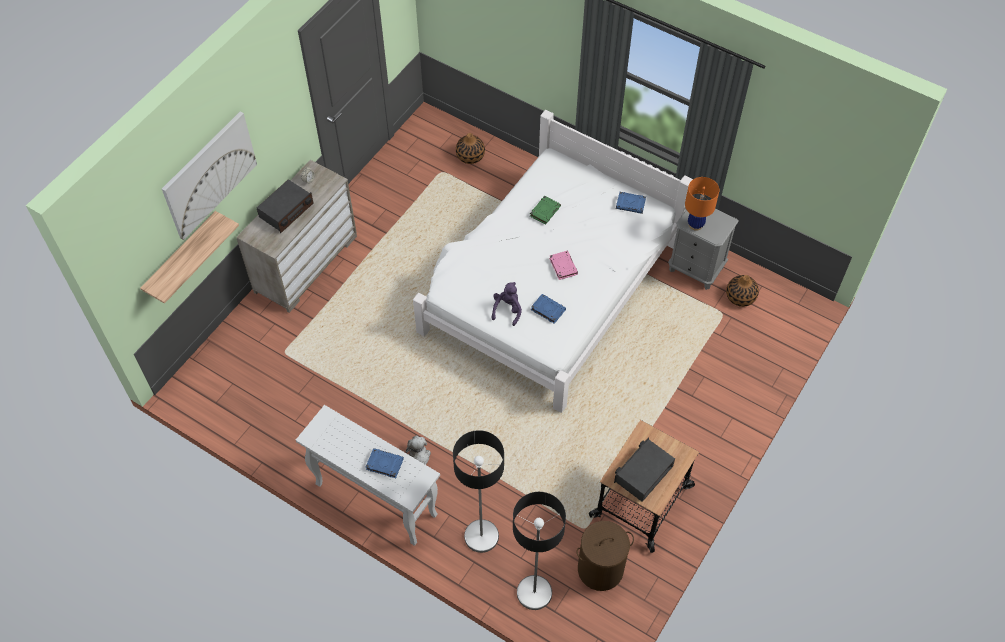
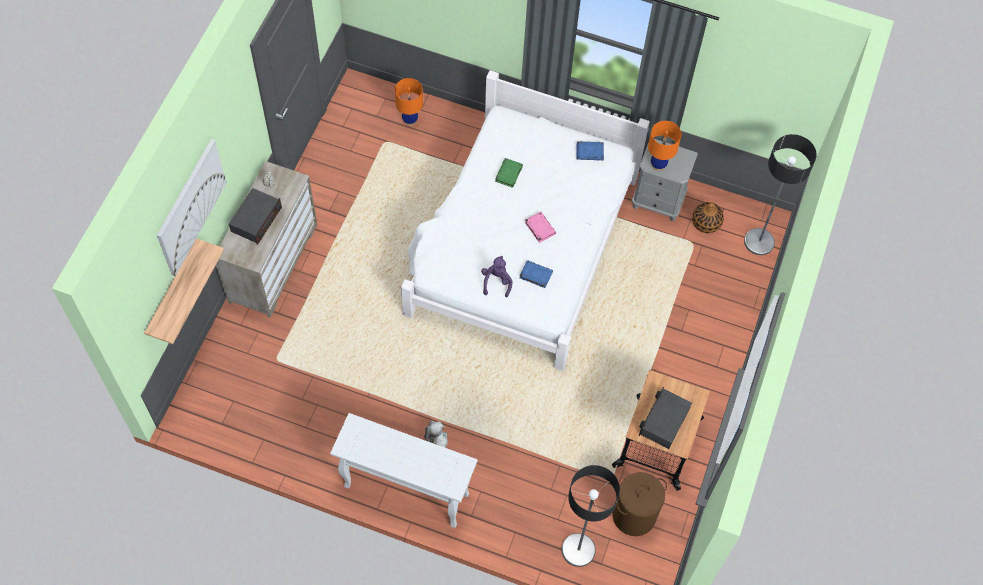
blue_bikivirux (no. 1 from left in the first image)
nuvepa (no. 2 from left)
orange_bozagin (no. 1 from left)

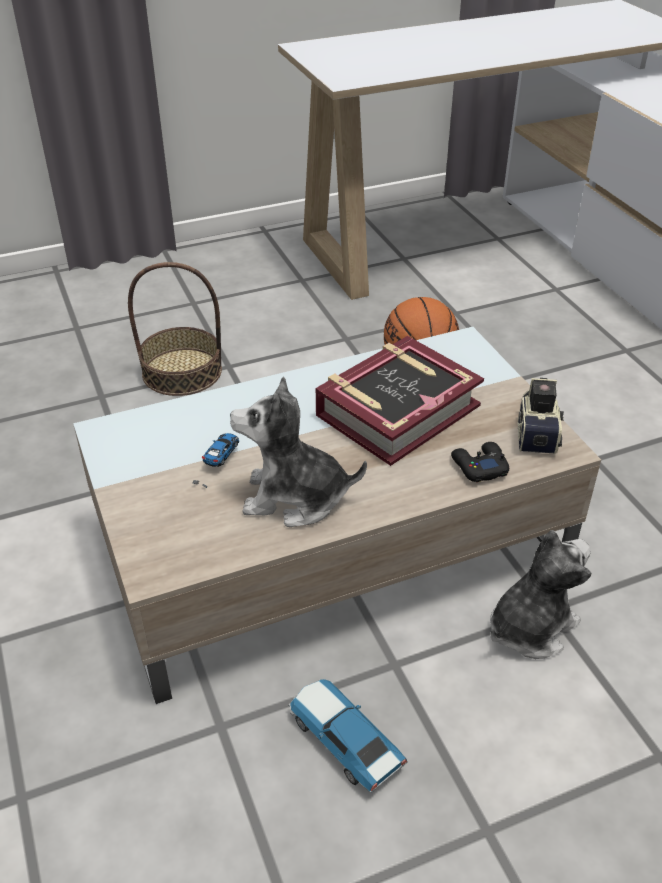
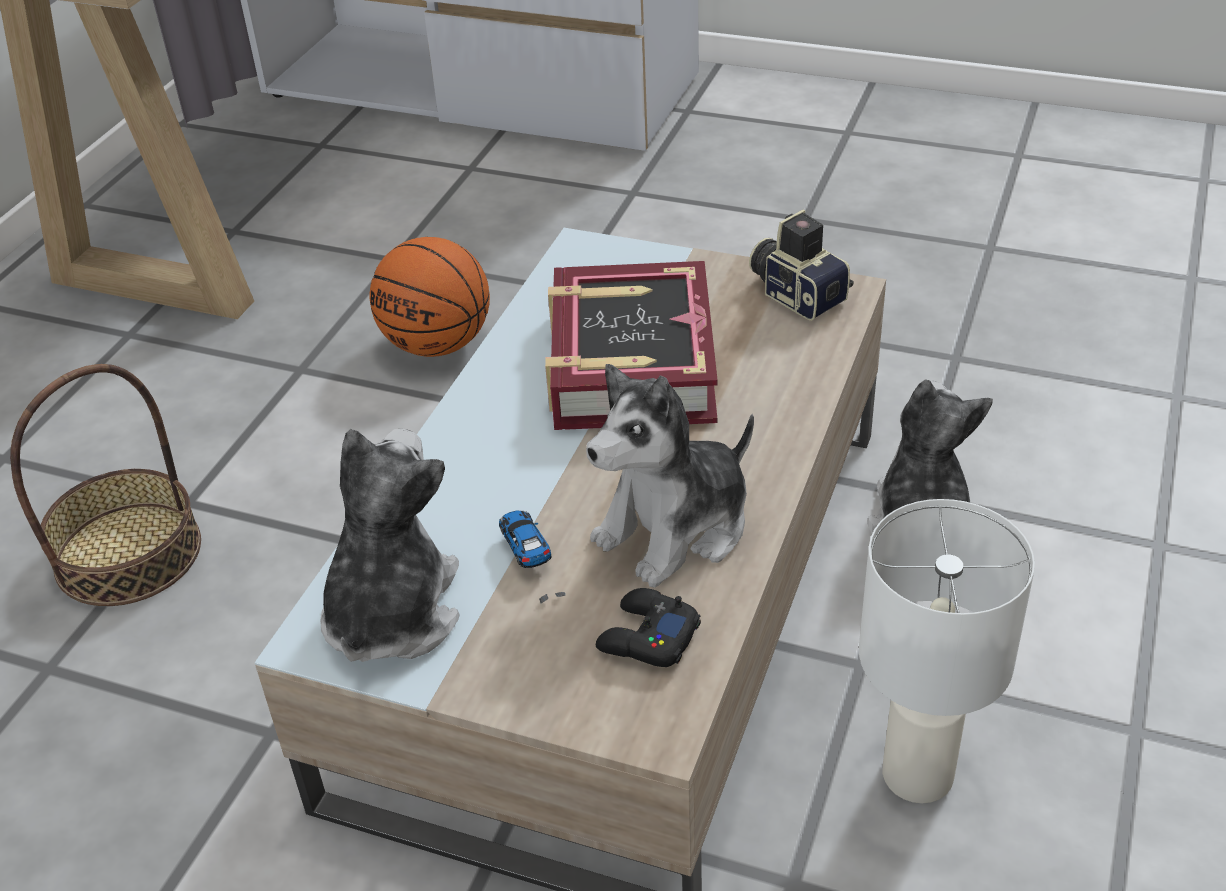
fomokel (no. 1 from left)
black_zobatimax
white_bozagin

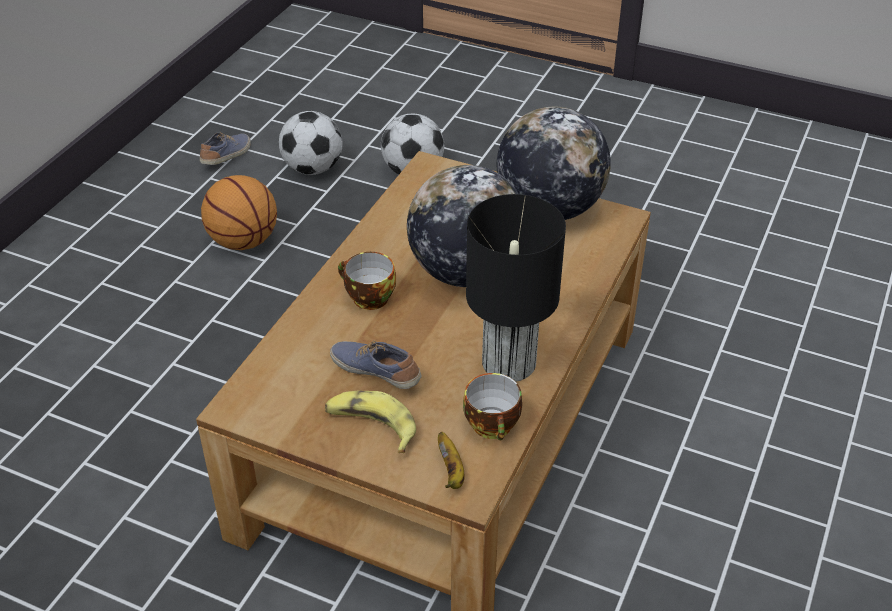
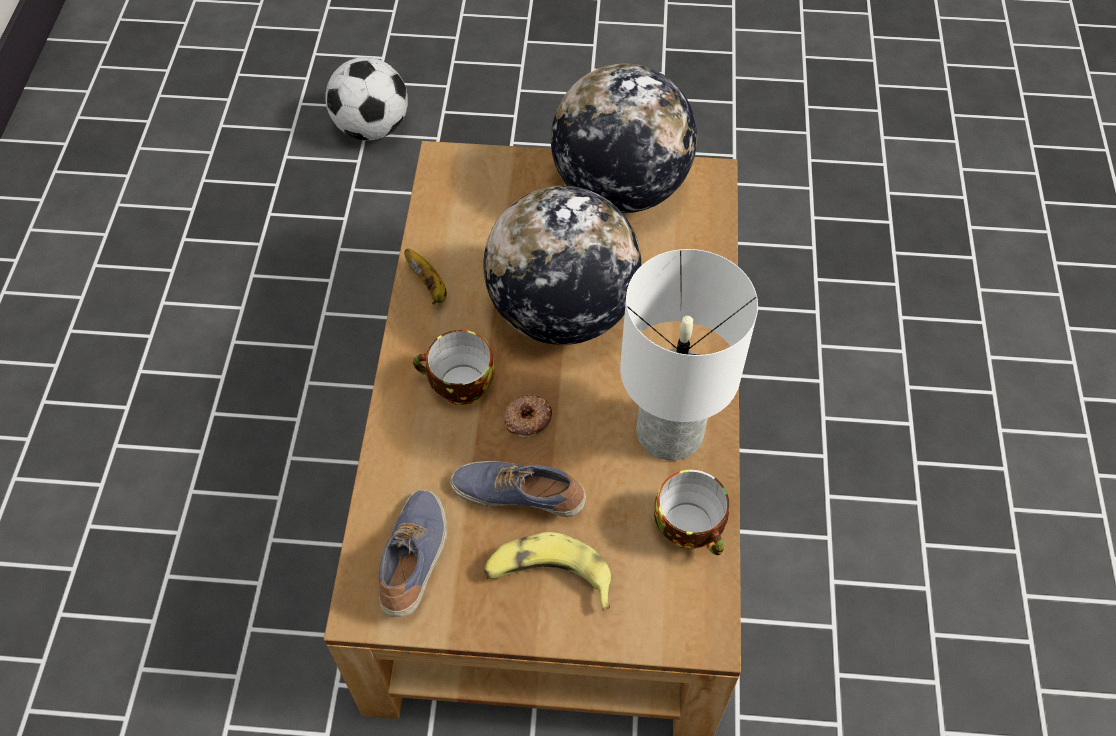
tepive
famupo (no. 1 from left in the first image)
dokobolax
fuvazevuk (no. 1 from left)
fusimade (no. 1 from left)
white_bozagin

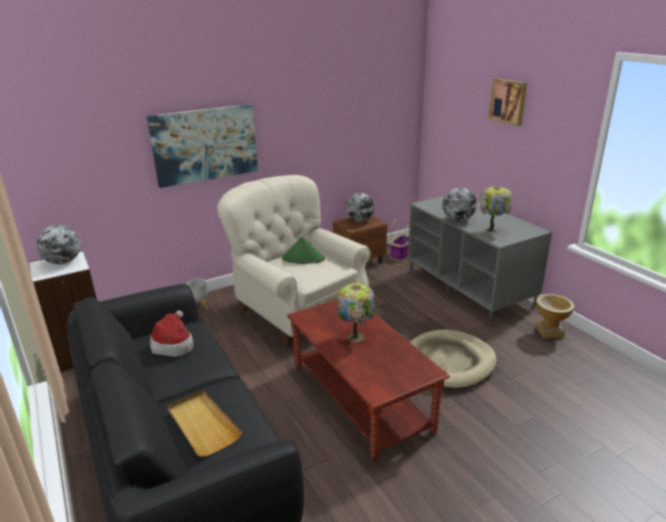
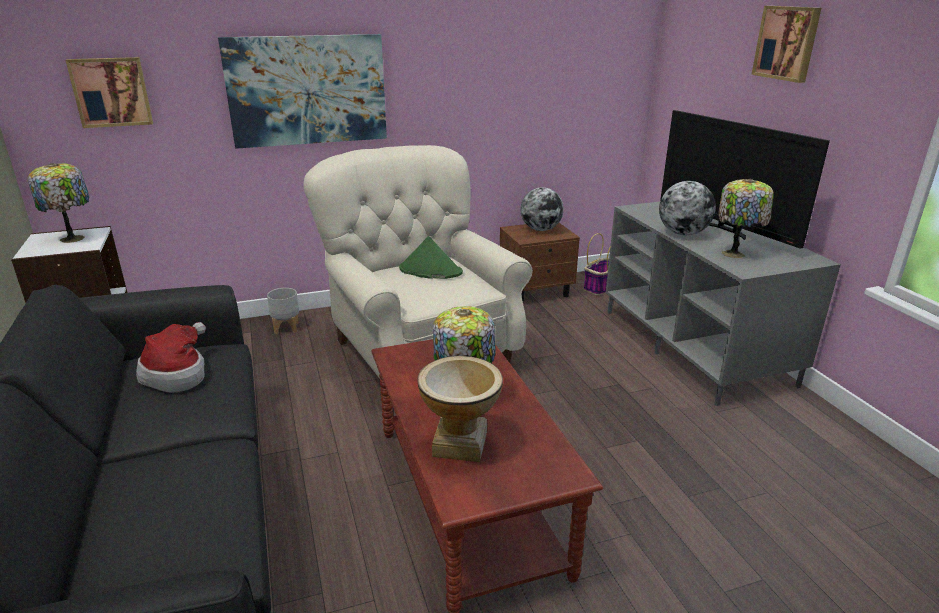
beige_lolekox
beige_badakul
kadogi (no. 1 from left)
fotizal
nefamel
bozagin (no. 1 from left)

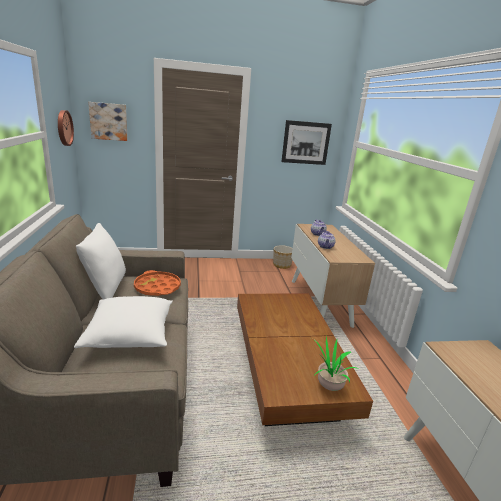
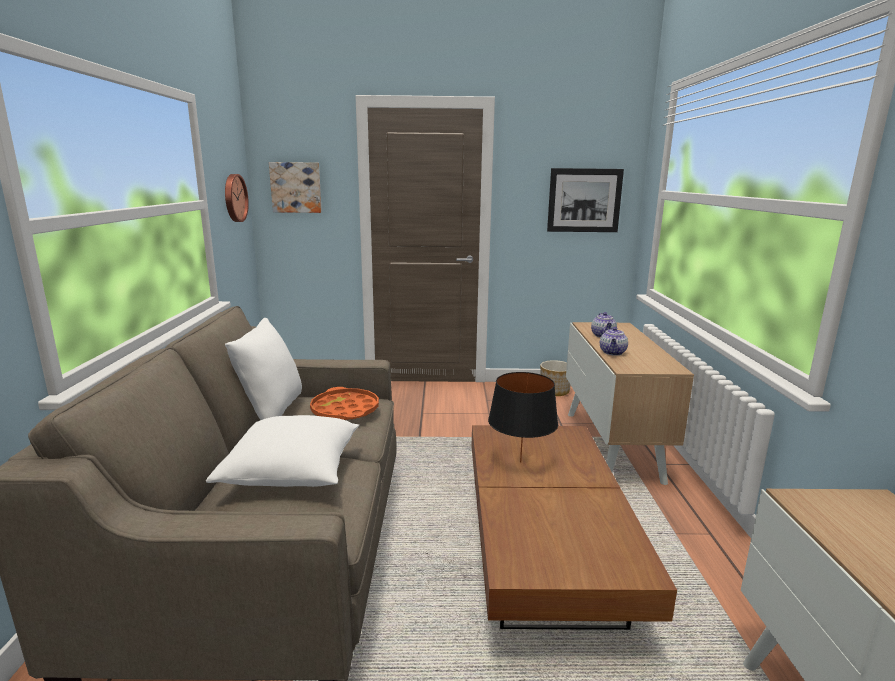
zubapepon
black_bozagin

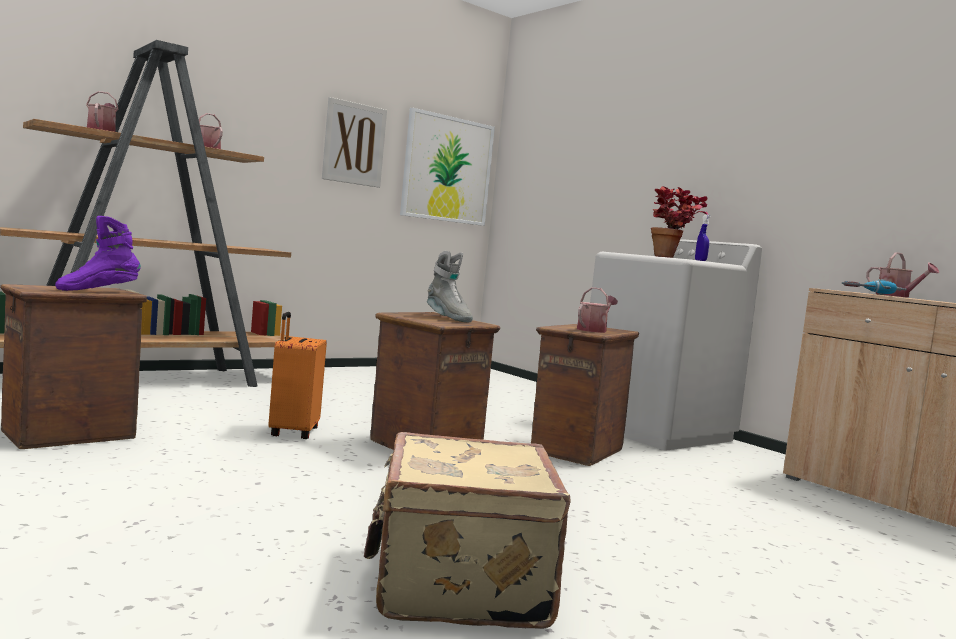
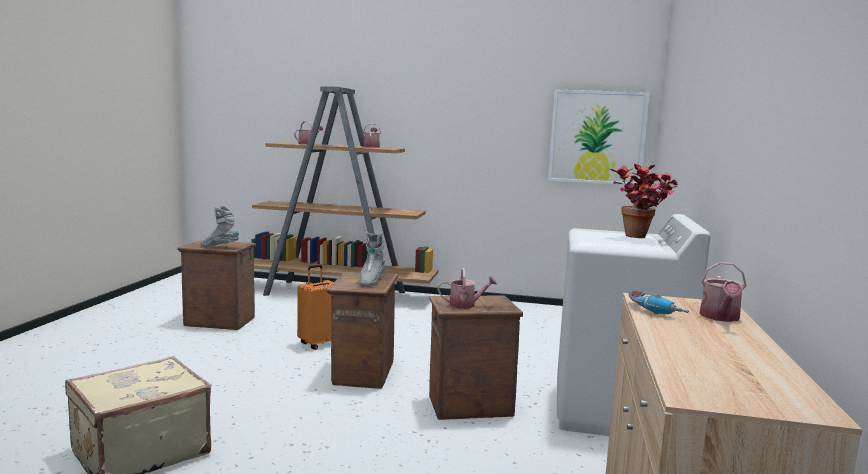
kadogi (no. 1 from left in the first image)
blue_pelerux
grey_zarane (no. 1 from left)

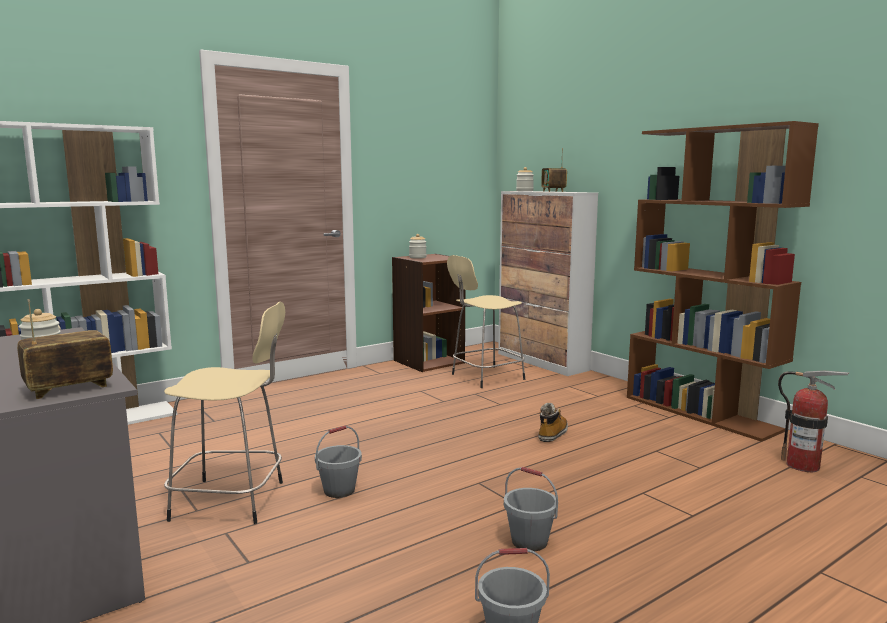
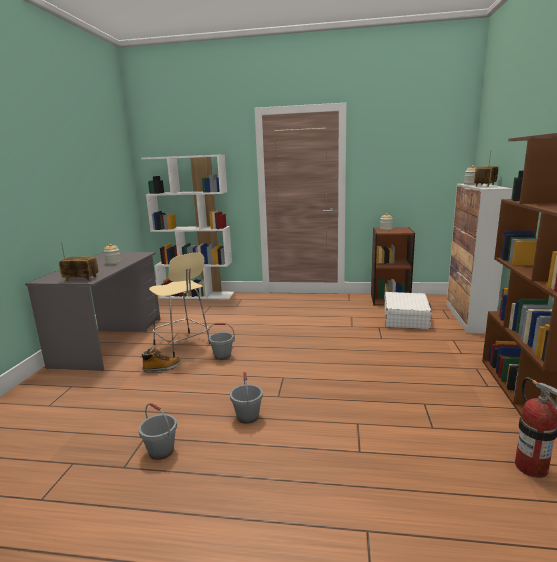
zarane
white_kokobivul

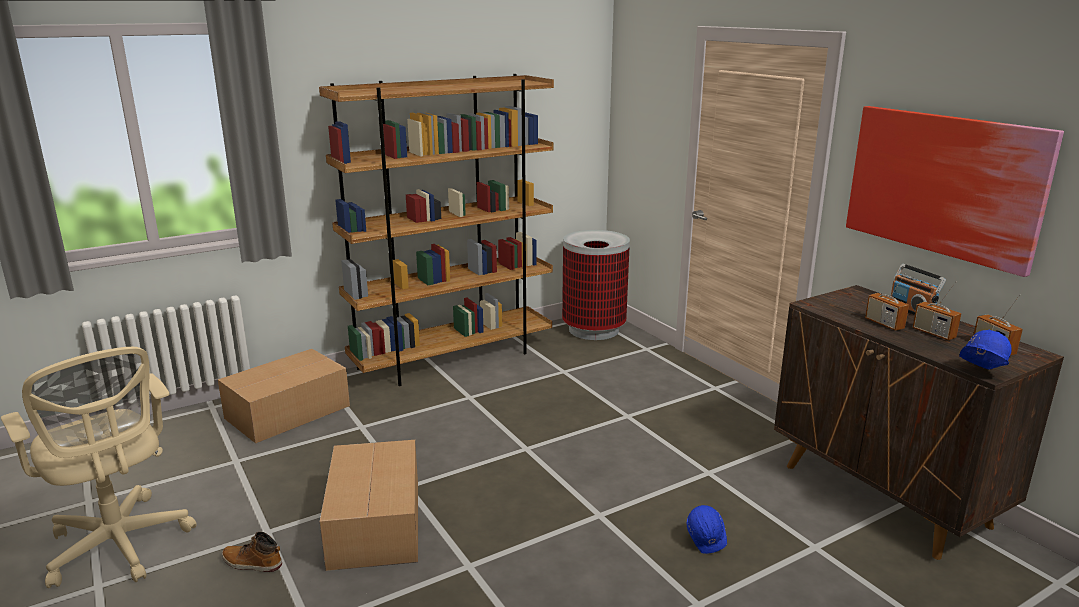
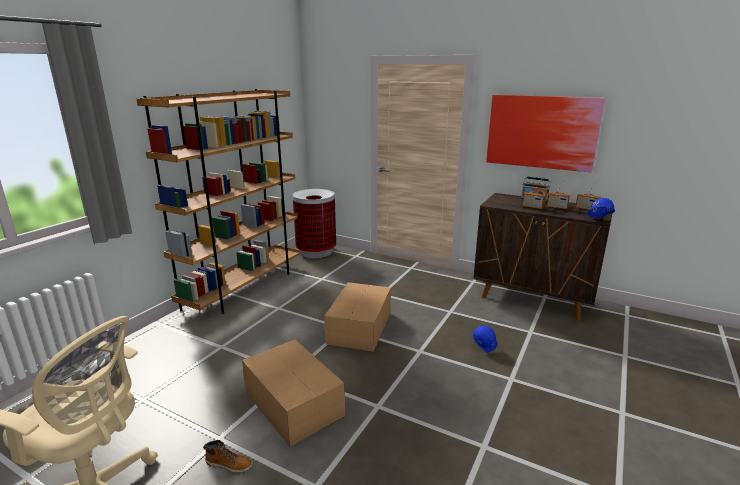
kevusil (no. 2 from left)
zarane

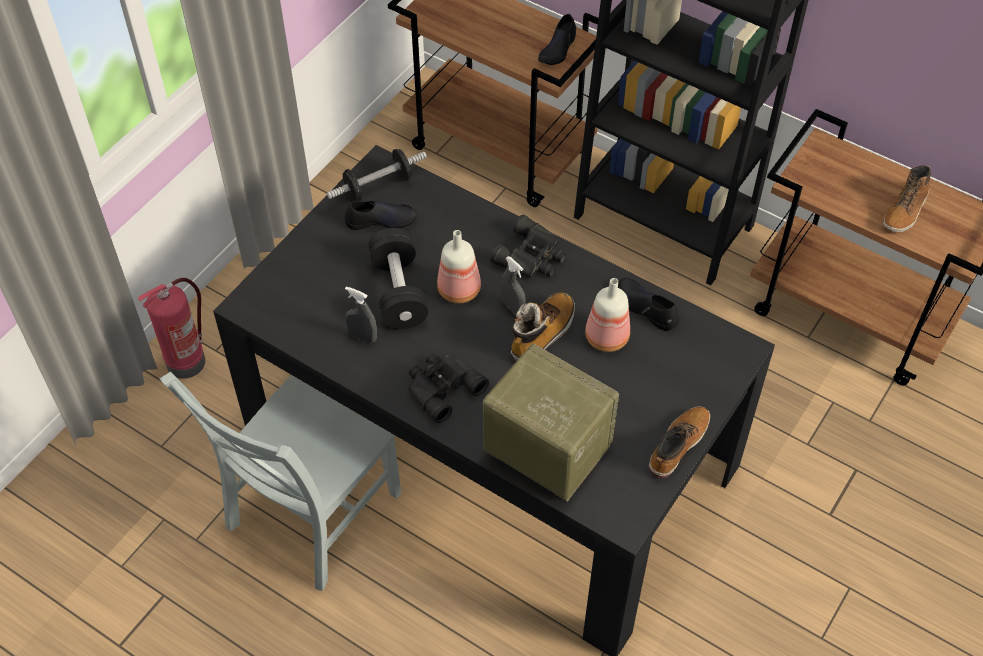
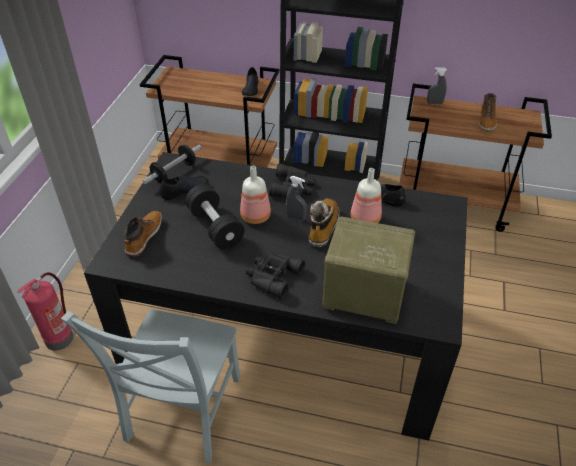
grey_pelerux (no. 2 from left)
zarane (no. 1 from left)

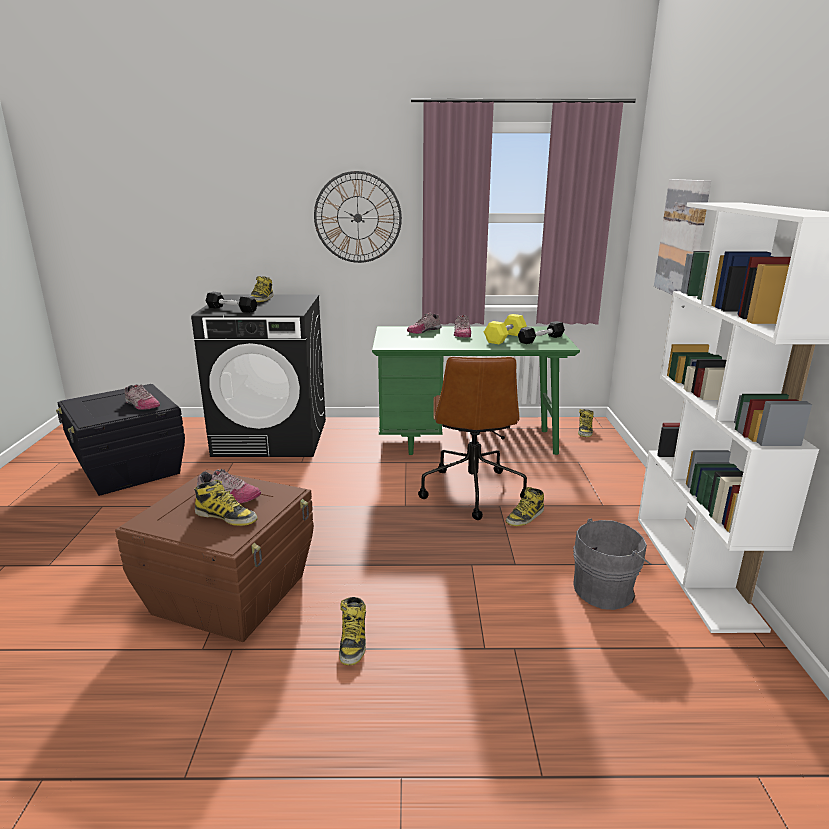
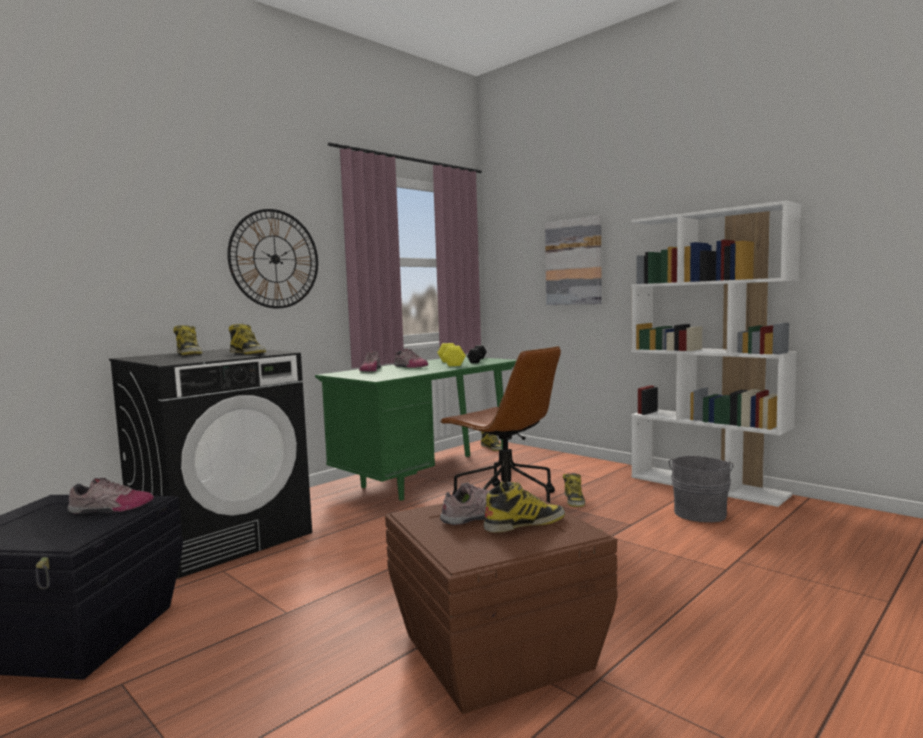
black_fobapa (no. 1 from left in the first image)
zarane (no. 2 from left)

